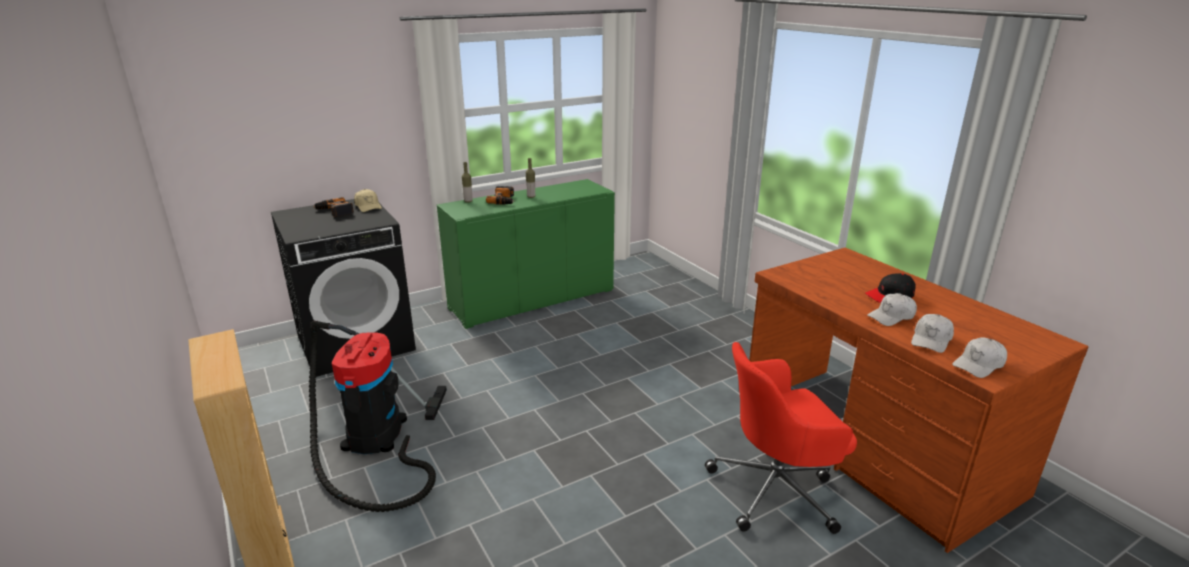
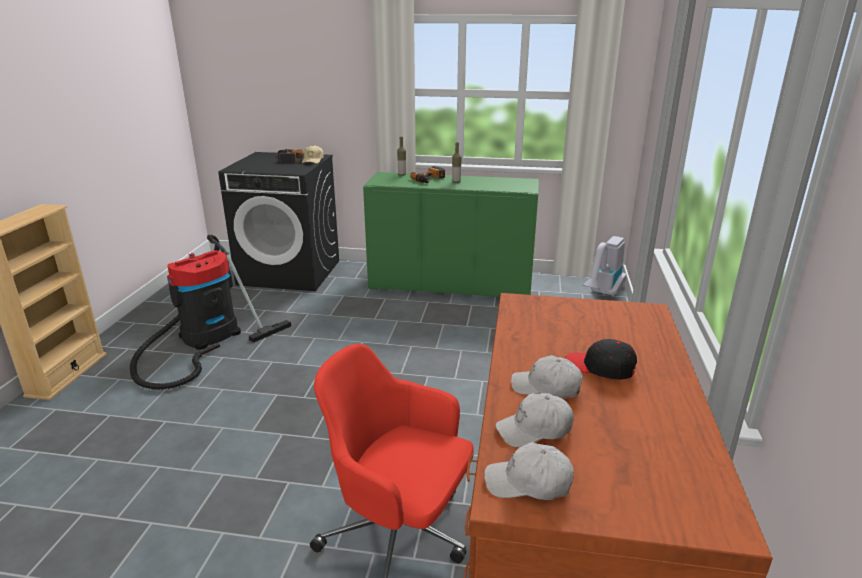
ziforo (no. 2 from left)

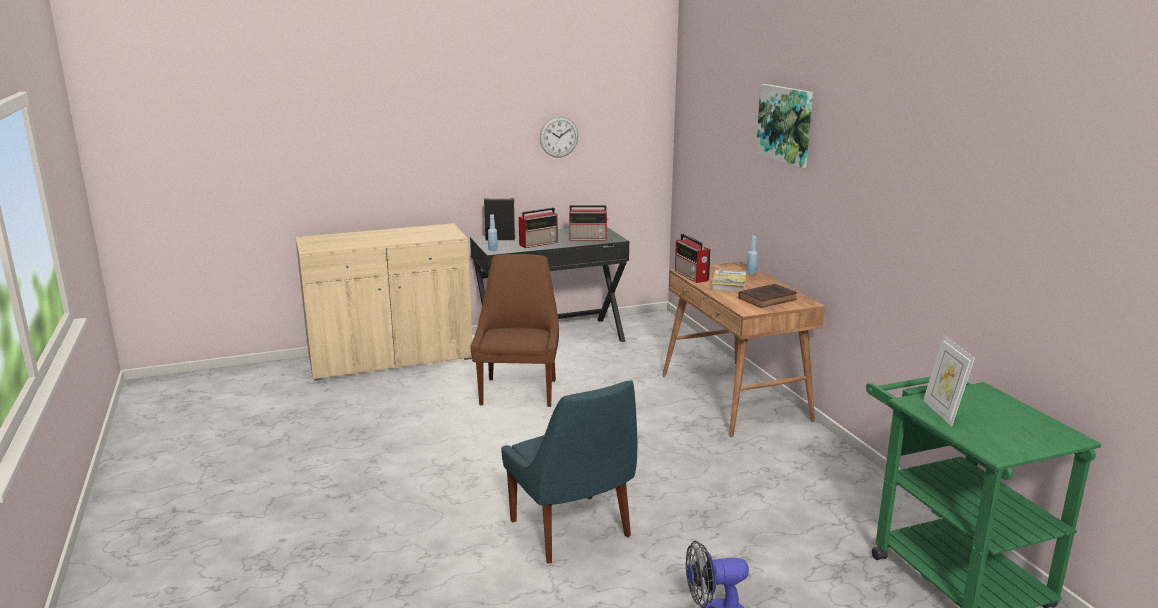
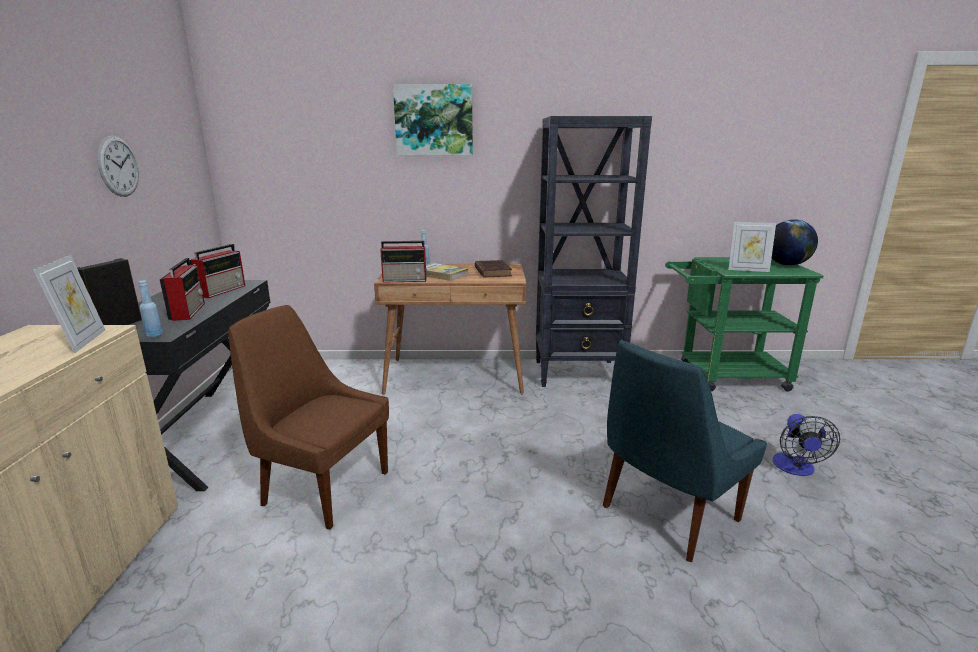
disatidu (no. 1 from left)
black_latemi
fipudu
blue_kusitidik

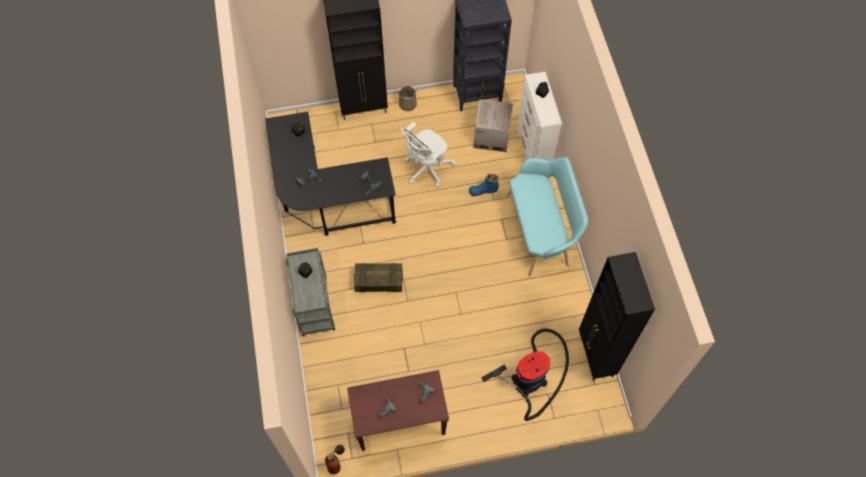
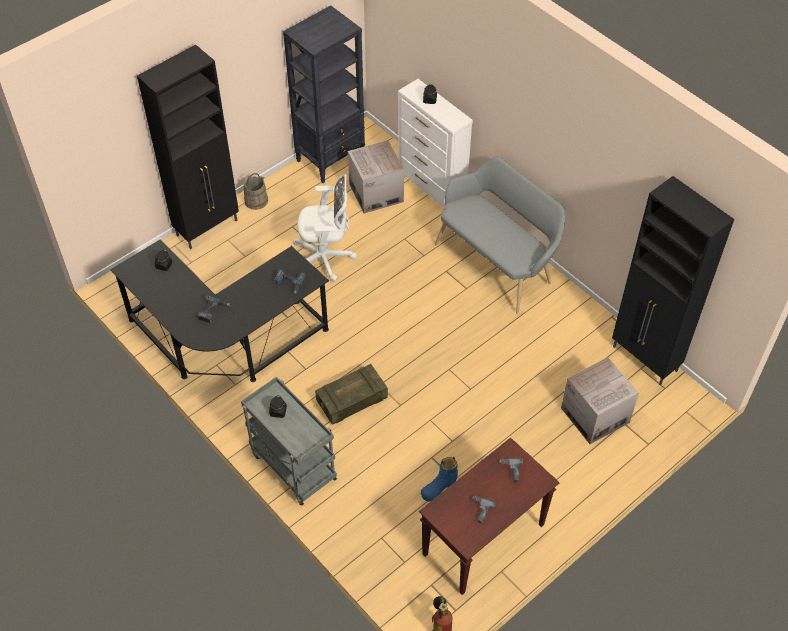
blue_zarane
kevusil (no. 2 from left)
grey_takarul
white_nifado

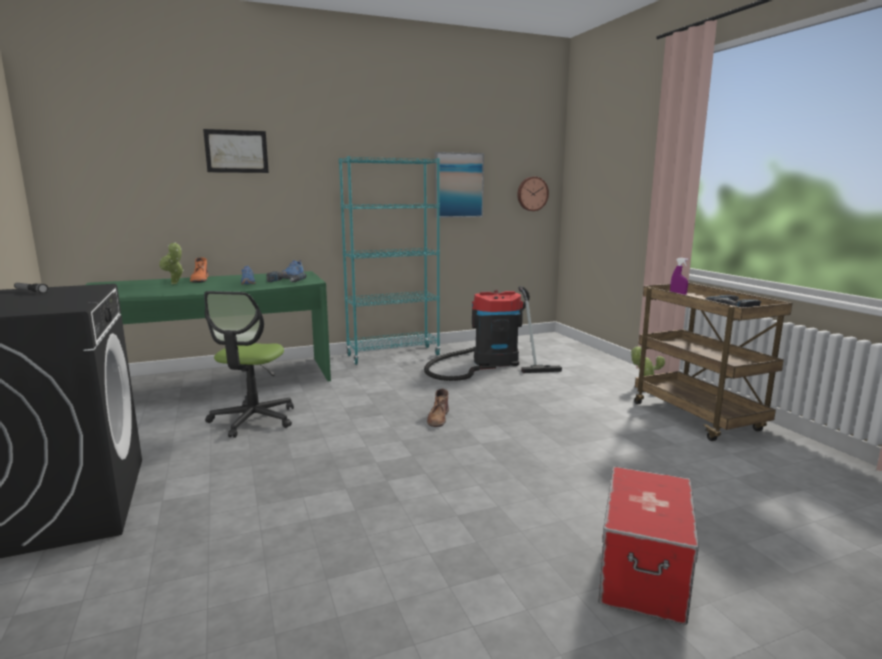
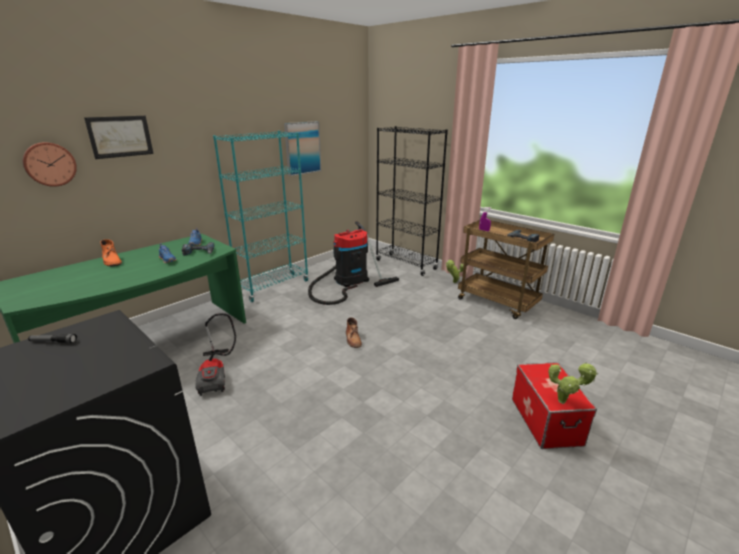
black_latemi
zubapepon (no. 2 from left)
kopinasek
ziforo (no. 1 from left)

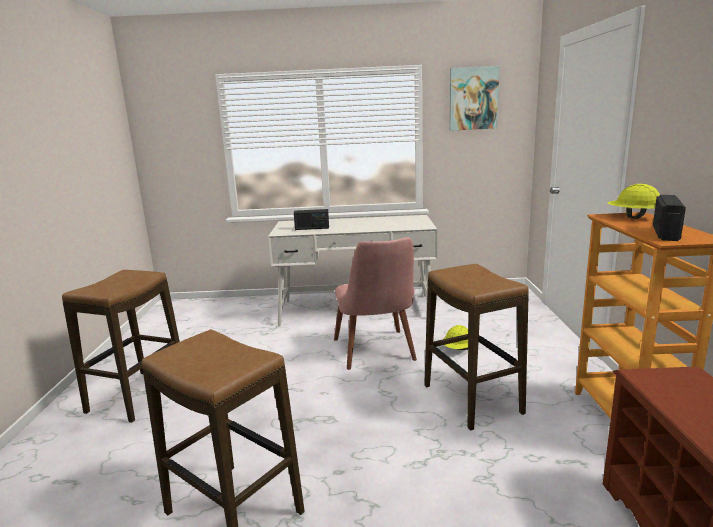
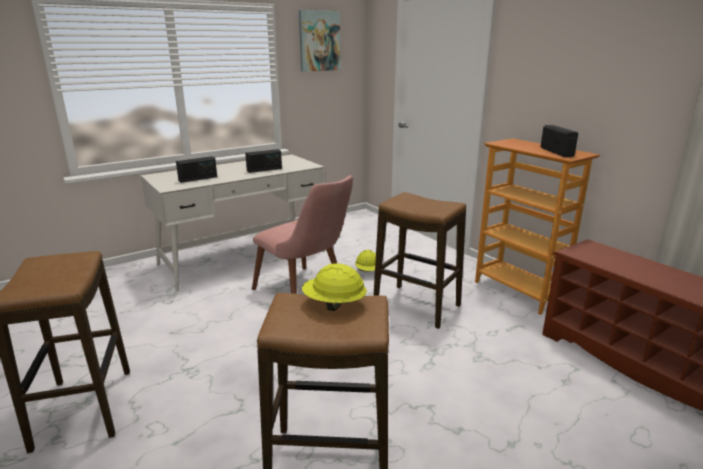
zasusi (no. 2 from left)
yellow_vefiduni (no. 1 from left)

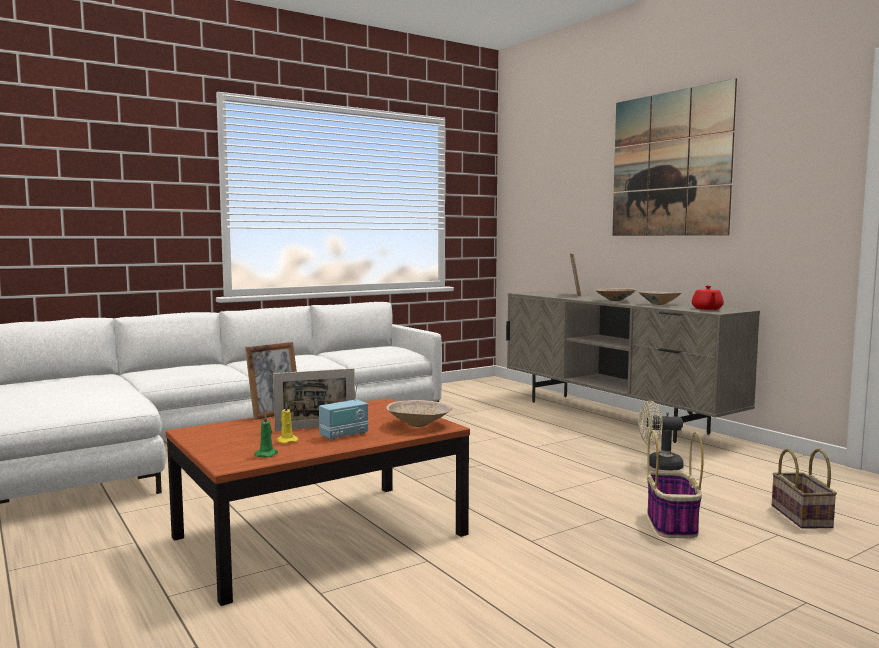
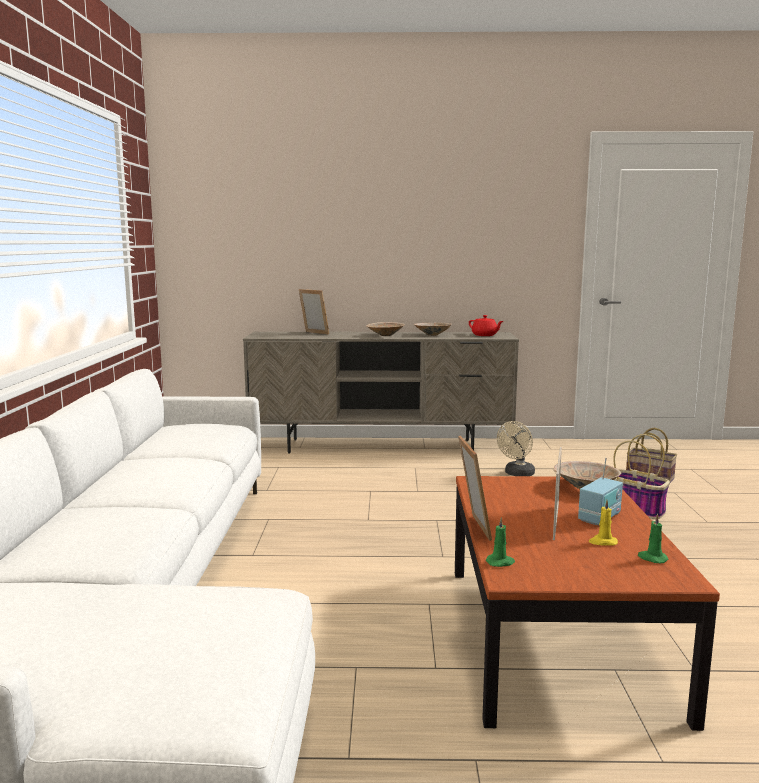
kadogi
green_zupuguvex (no. 1 from left)
zasusi

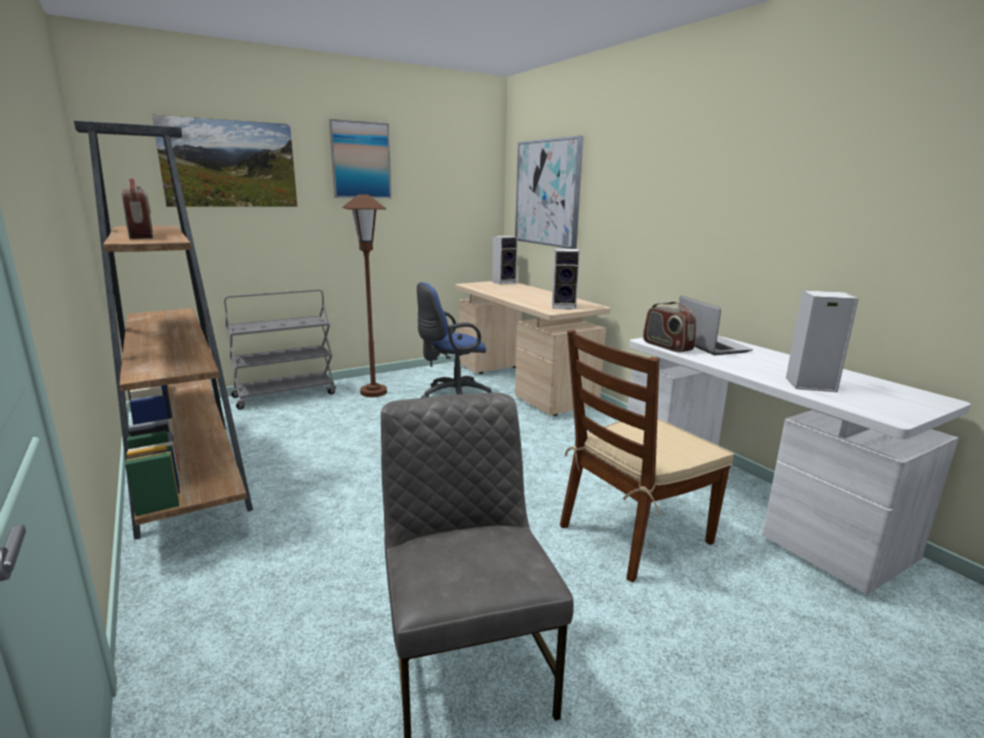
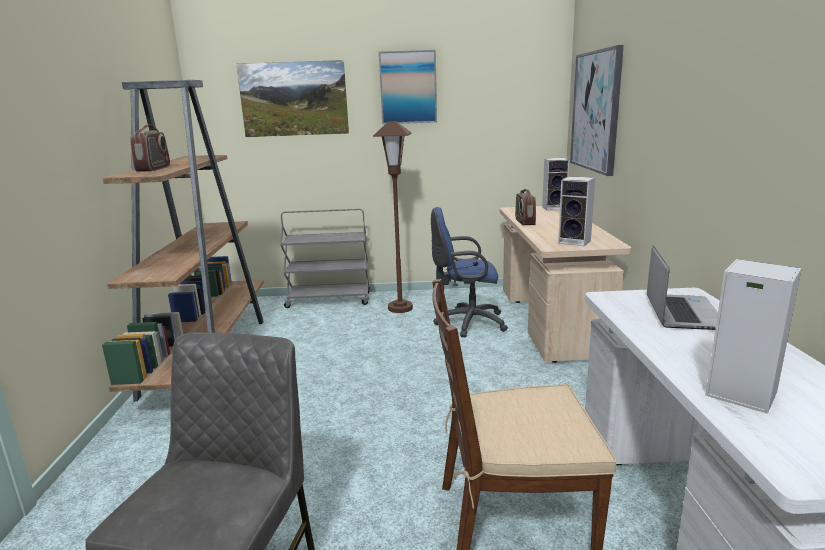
zasusi (no. 2 from left)

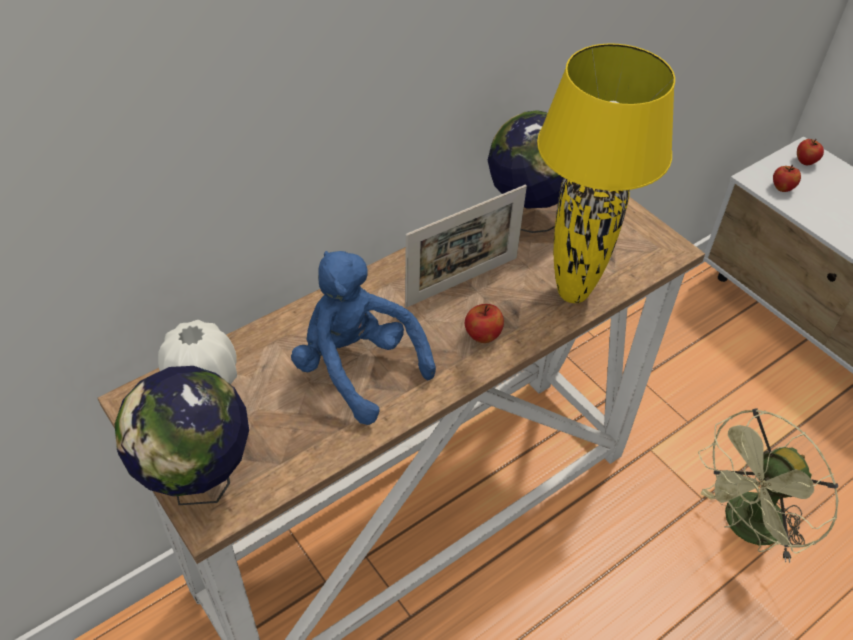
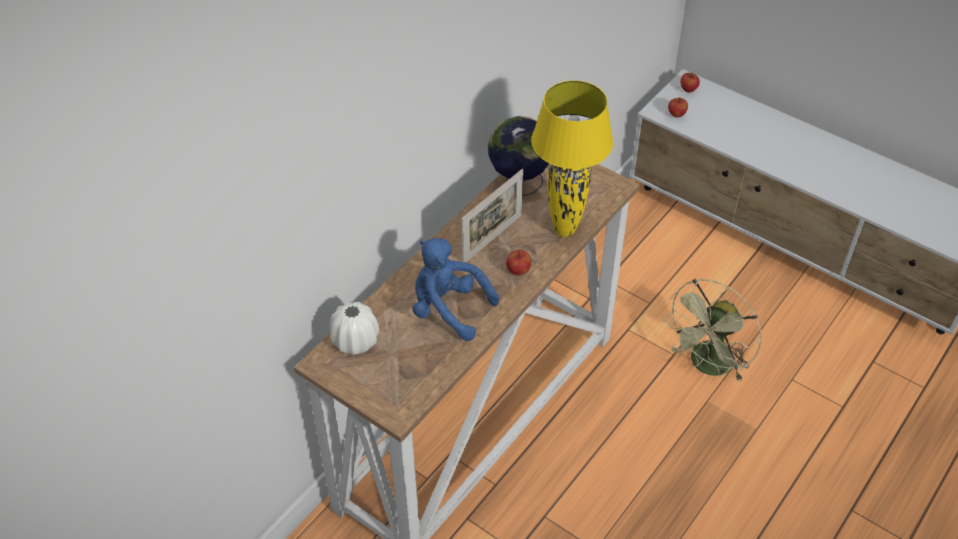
fipudu (no. 1 from left in the first image)

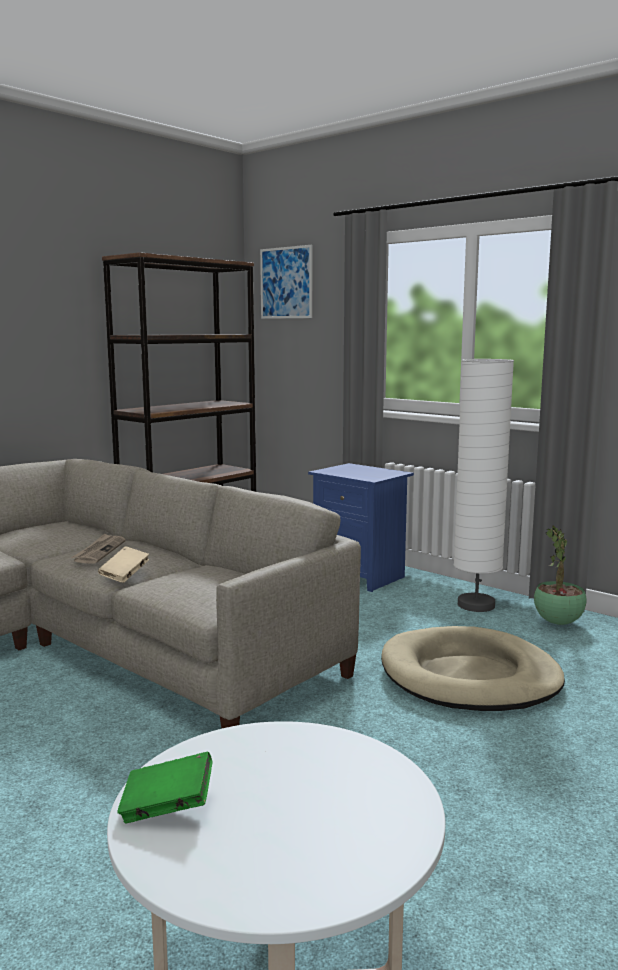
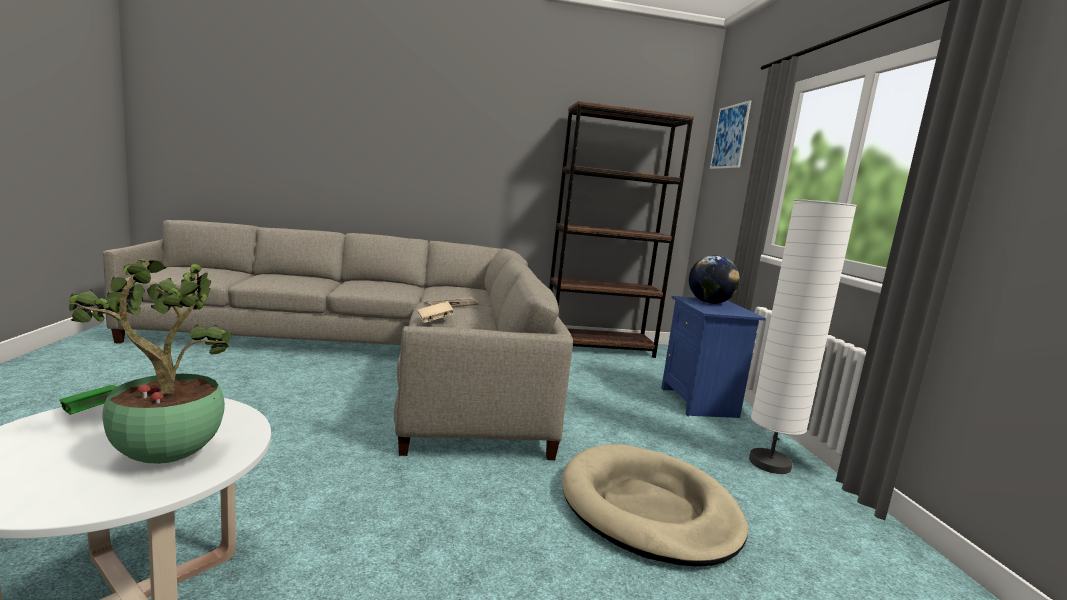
fipudu
zubapepon

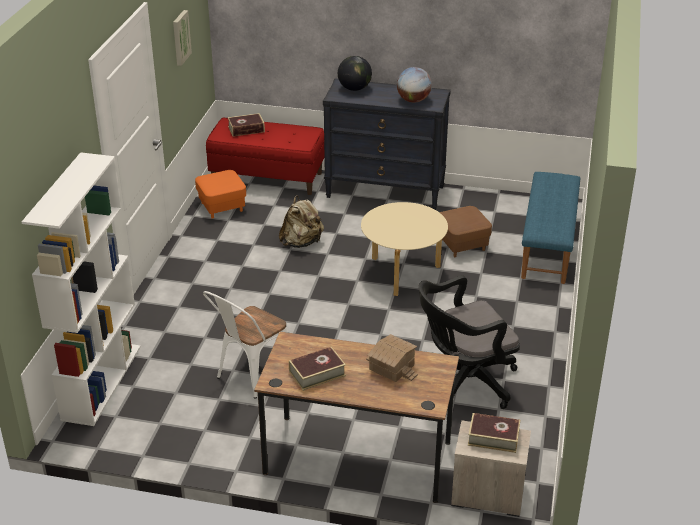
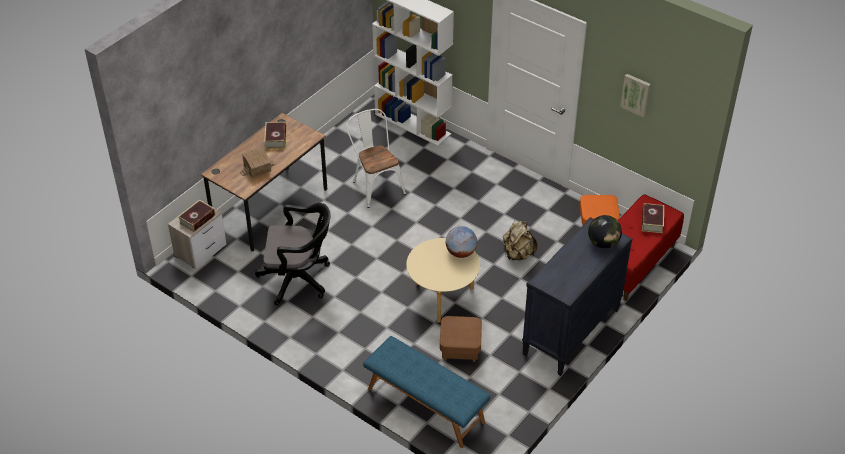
fipudu (no. 1 from left)
black_nifado

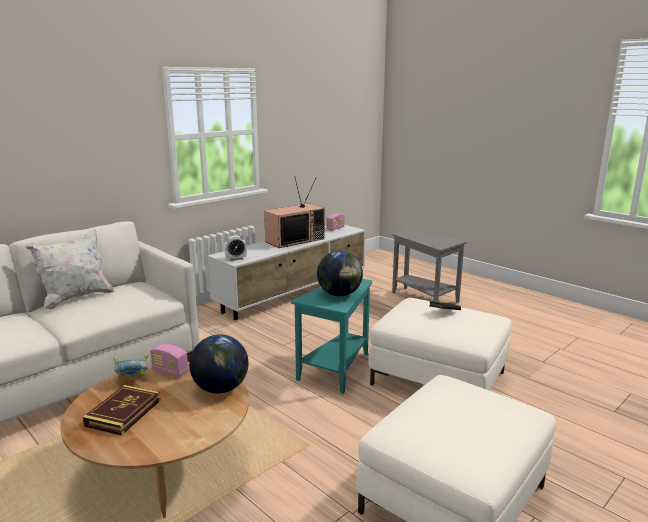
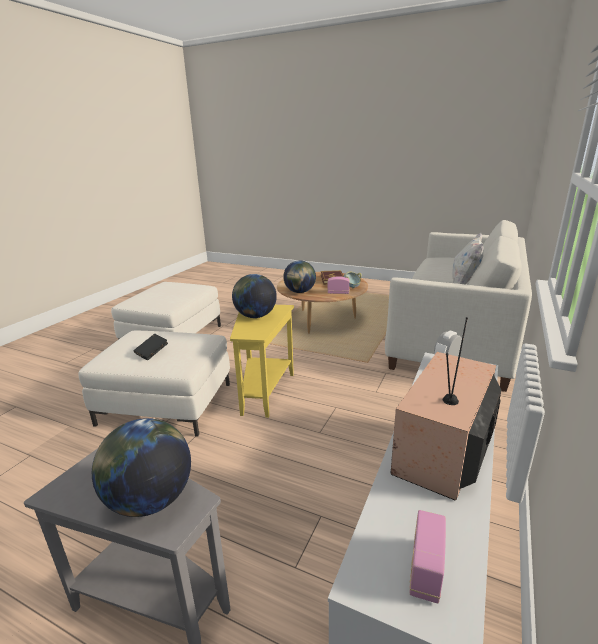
fipudu (no. 1 from left)
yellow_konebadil

